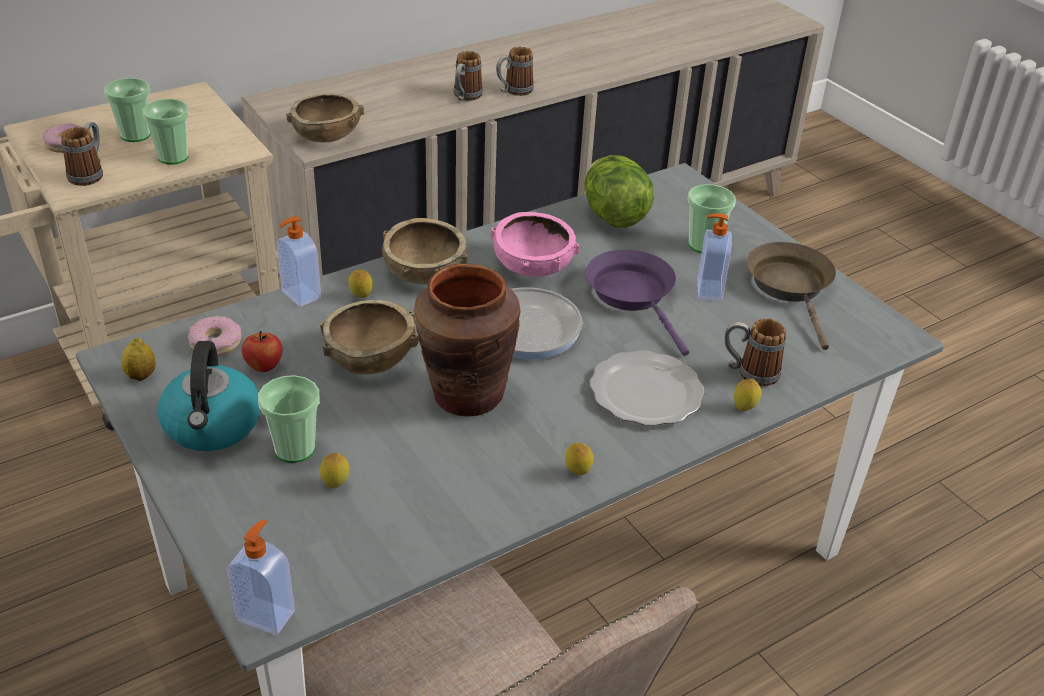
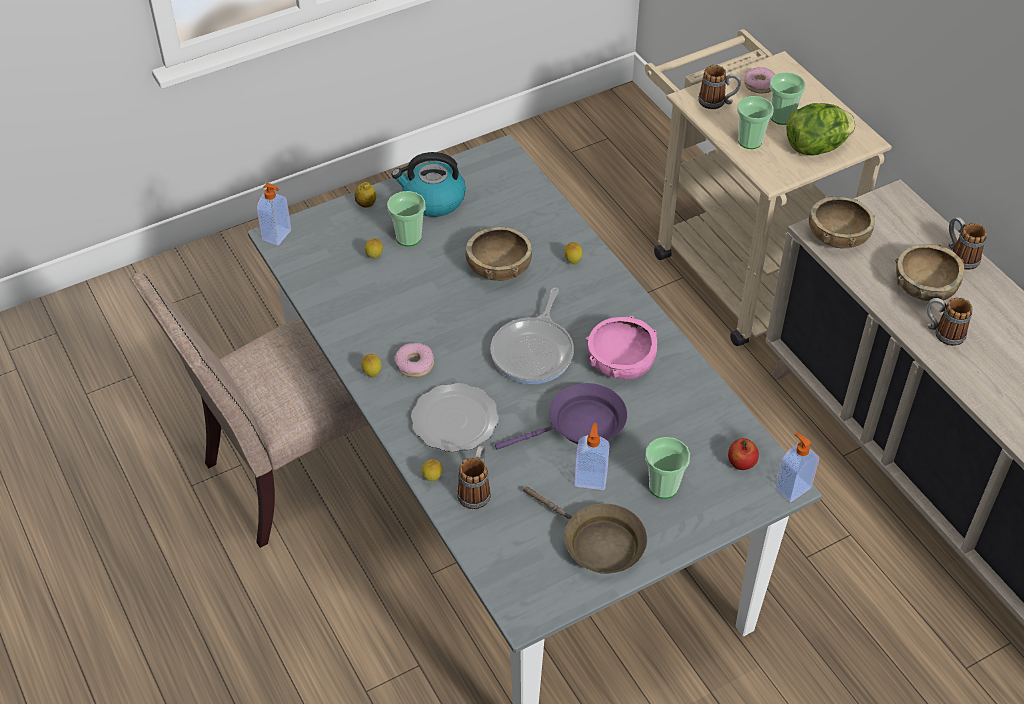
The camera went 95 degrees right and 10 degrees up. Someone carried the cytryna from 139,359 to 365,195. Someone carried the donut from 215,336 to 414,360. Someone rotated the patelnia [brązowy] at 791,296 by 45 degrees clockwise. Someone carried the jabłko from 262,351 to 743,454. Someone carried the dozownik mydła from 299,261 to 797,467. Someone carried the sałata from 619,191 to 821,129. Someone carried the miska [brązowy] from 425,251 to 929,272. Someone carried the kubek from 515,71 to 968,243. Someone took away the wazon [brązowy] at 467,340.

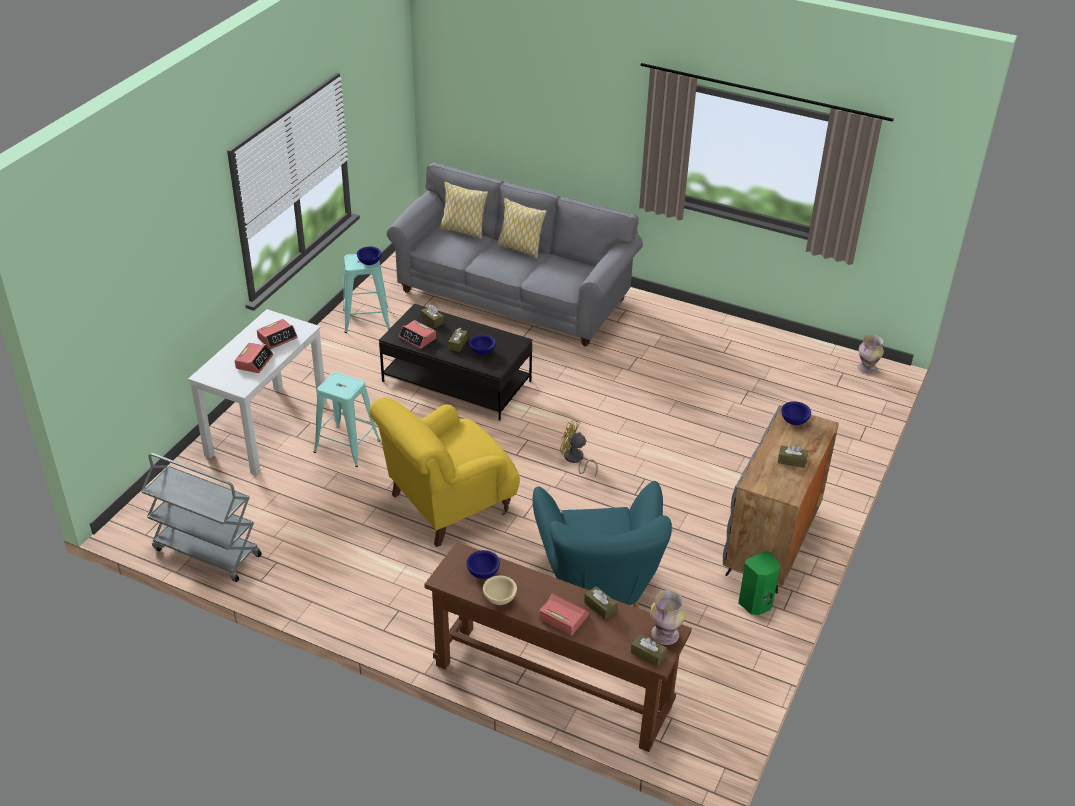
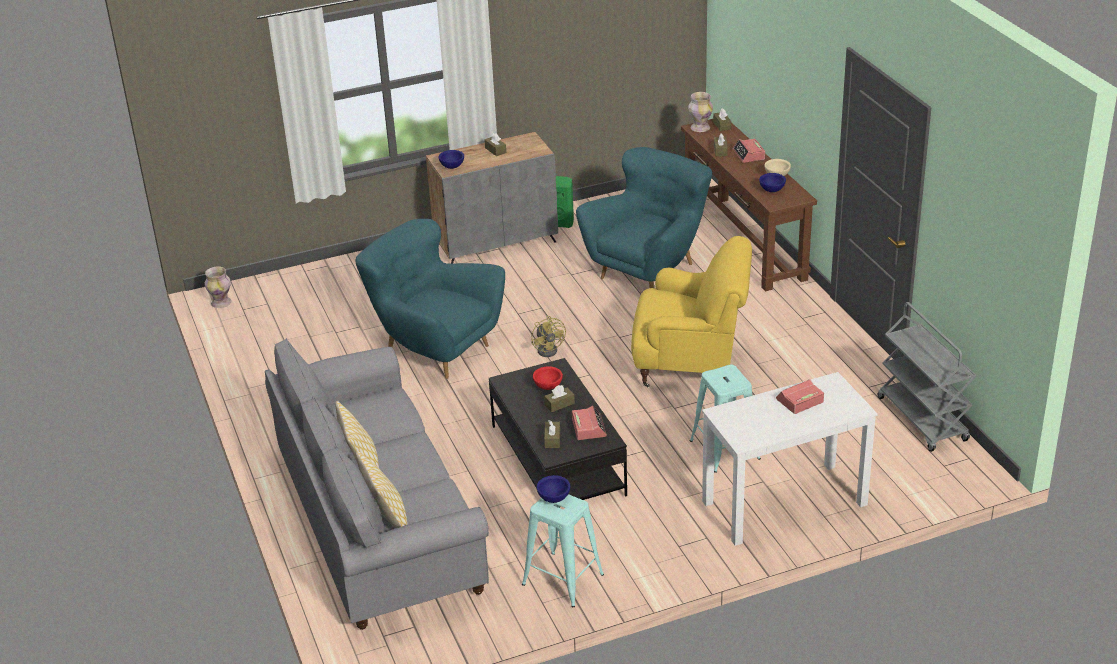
The camera went 135 degrees left and 5 degrees down. Someone put down the fotel [turkusowy] at 430,299. Someone repainted the miska [niebieski] at 482,345, which became the miska [czerwony] at 548,378. Someone took away the budzik at 277,334.

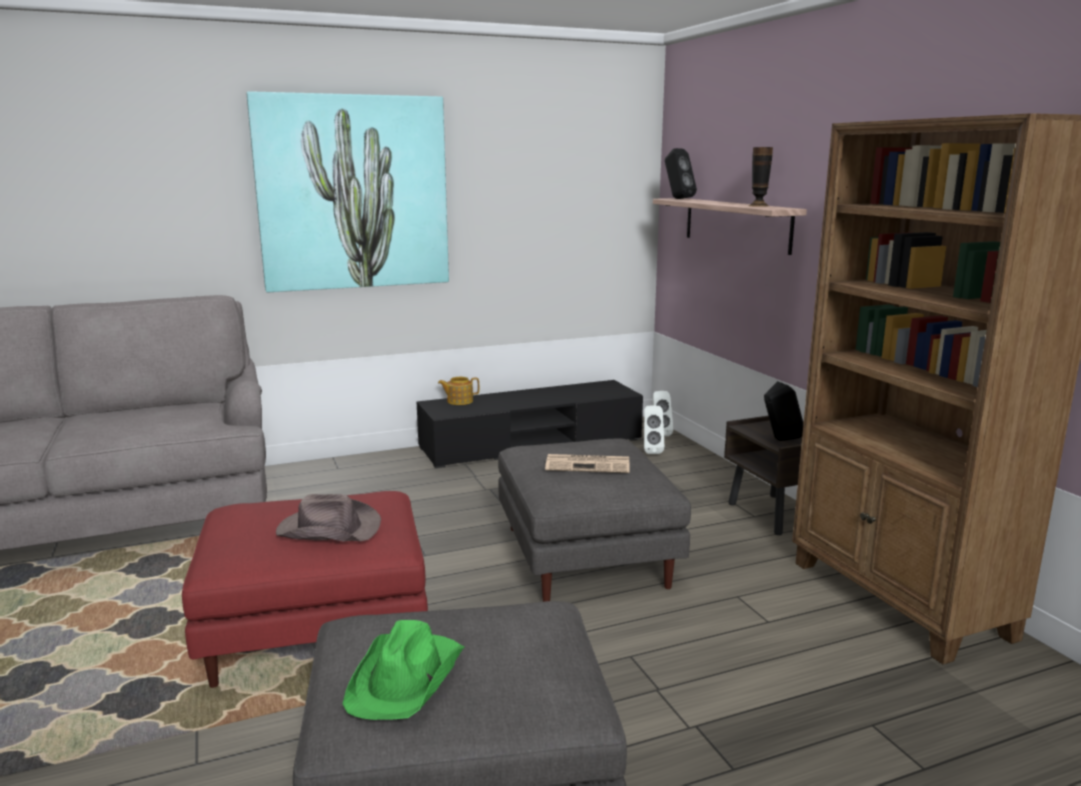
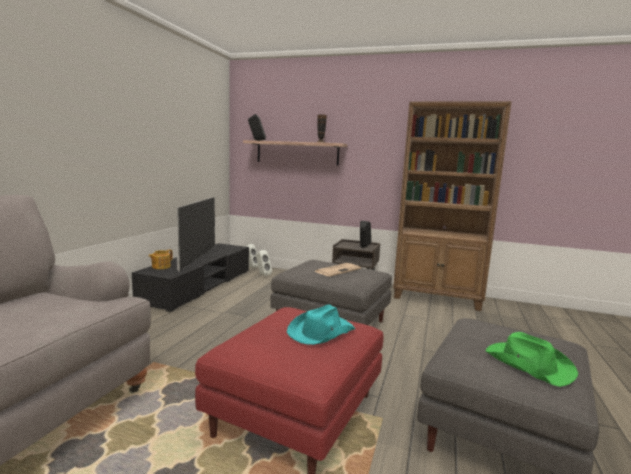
The camera went 50 degrees left and 5 degrees down. Someone put down the telewizor at 196,234. Someone repainted the kapelusz [brązowy] at 328,518, which became the kapelusz [turkusowy] at 321,324. Someone took away the obraz at 348,191.

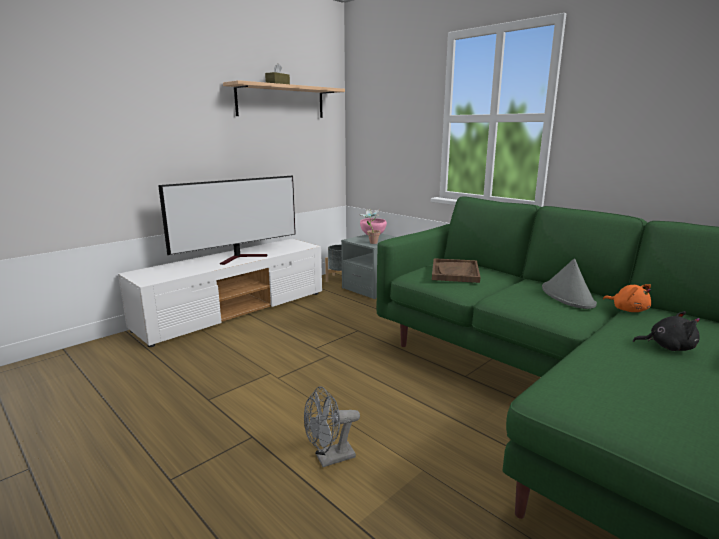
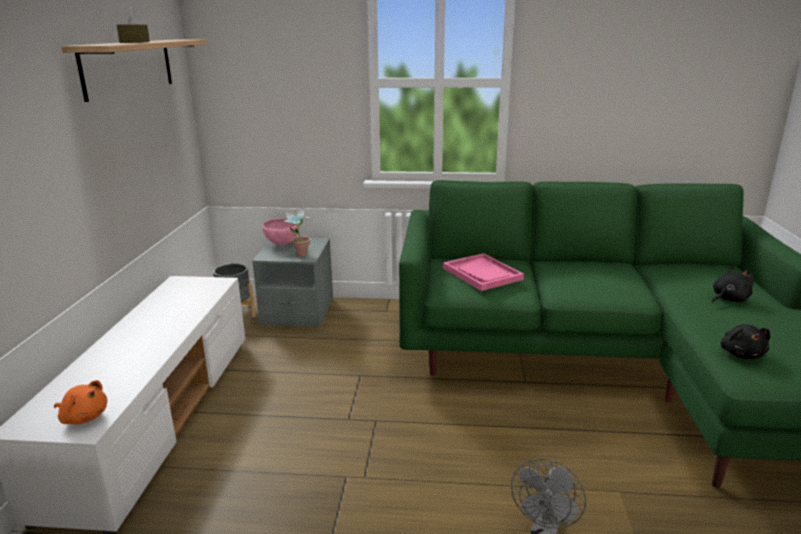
The camera went 40 degrees left and 5 degrees up. Someone carried the pluszak [pomarańczowy] from 627,298 to 80,402. Someone repainted the taca [brązowy] at 456,270, which became the taca [różowy] at 483,272. Someone put down the pluszak [czarny] at 745,341. Someone took away the telewizor at 227,220. Someone took away the kapelusz [szary] at 569,283.

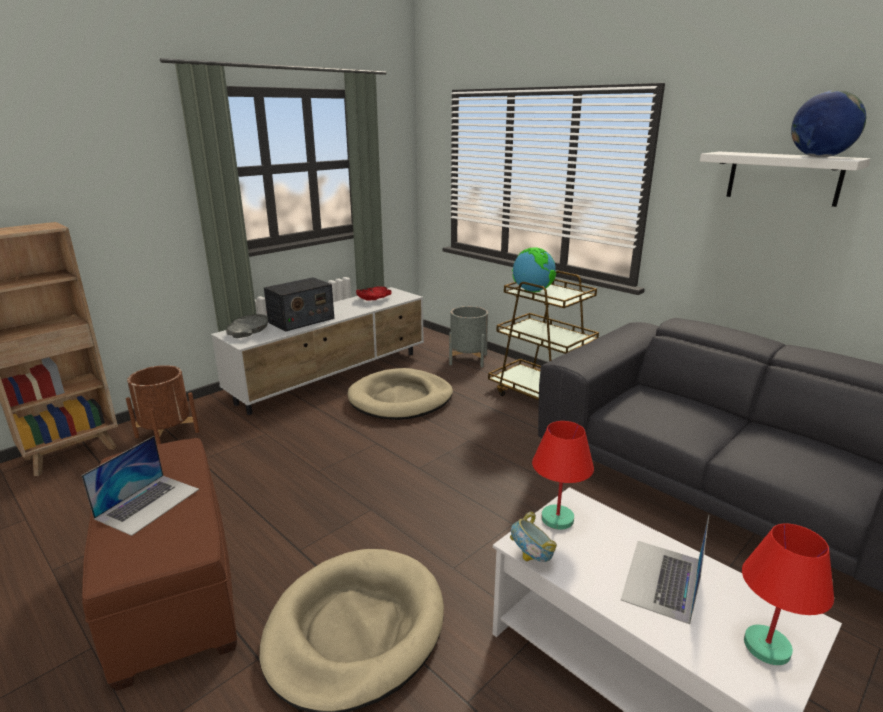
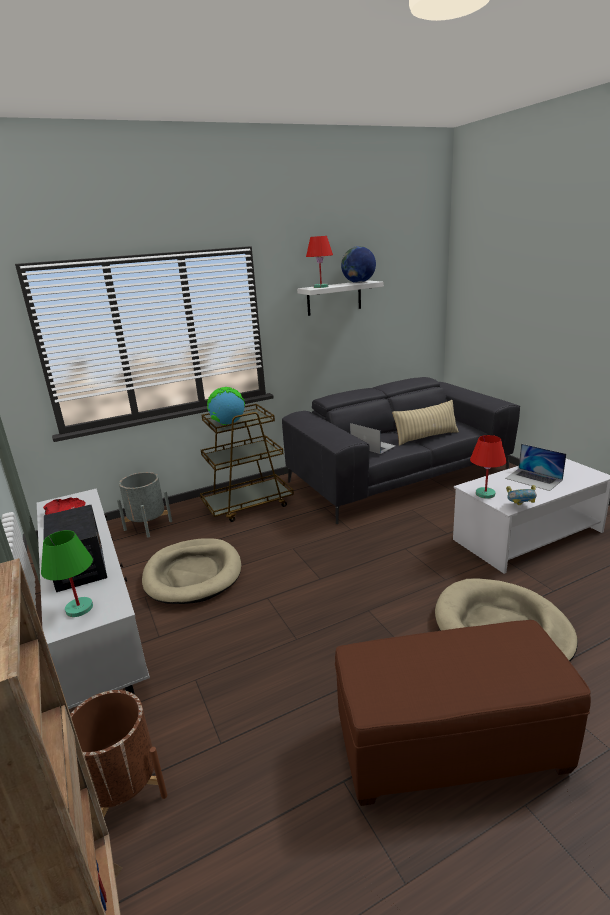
The camera went 70 degrees left and 0 degrees up. Someone swapped the miska [szary] at 247,326 for the lampa stołowa [zielony] at 67,573. Someone carried the lampa stołowa [czerwony] from 788,594 to 319,262. Someone carried the laptop from 140,486 to 373,438. Someone put down the poduszka [beżowy] at 425,423.

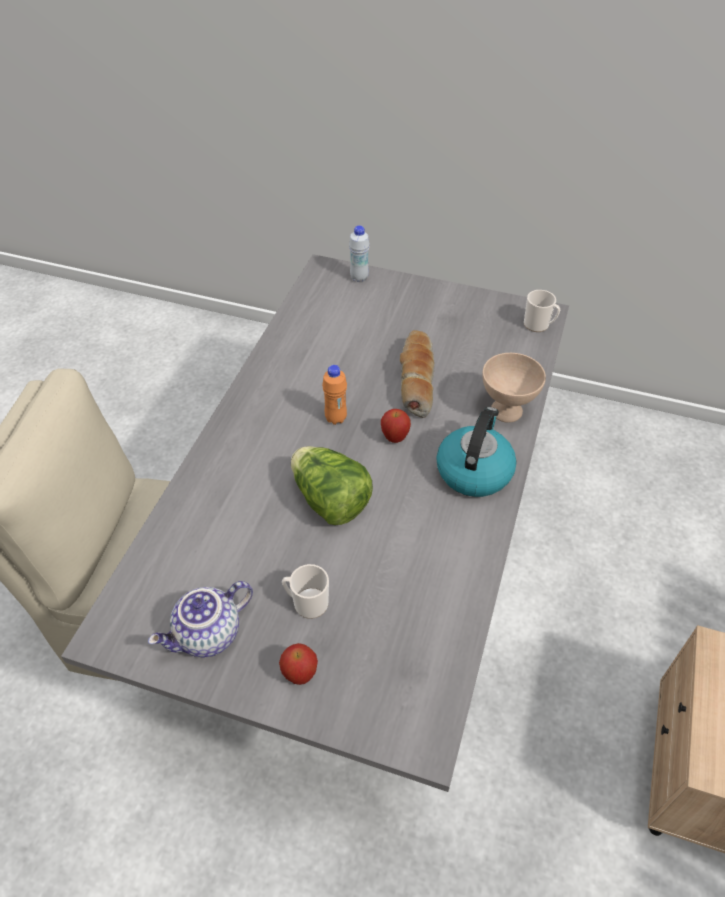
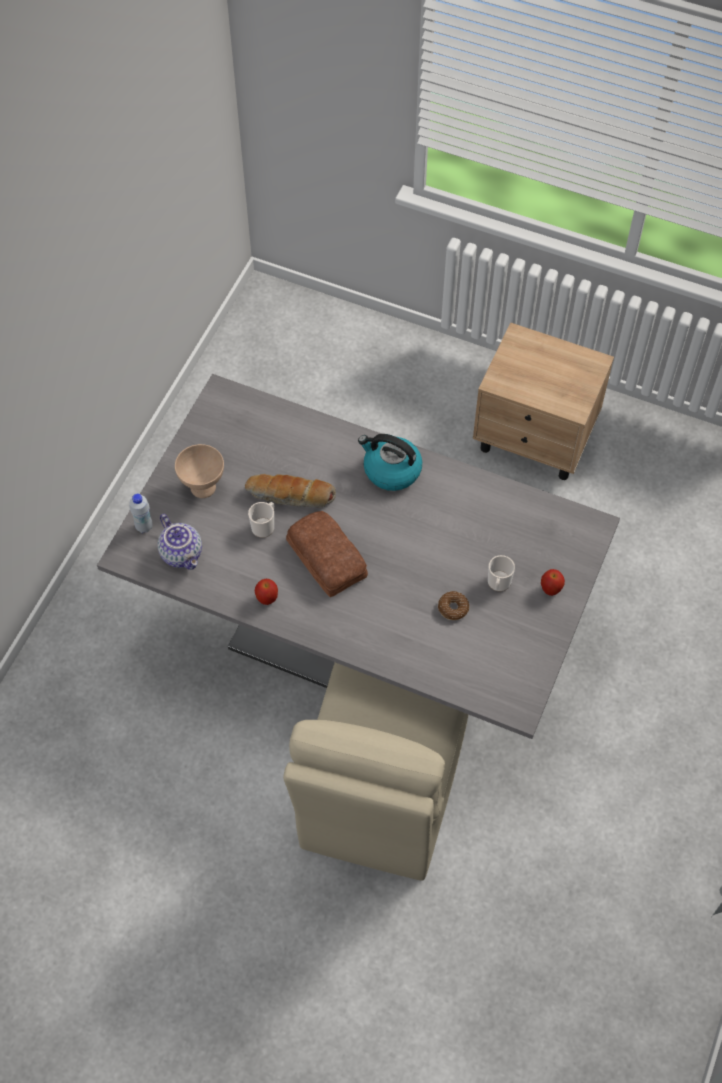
The camera went 85 degrees left and 10 degrees up. Someone carried the imbryk from 200,619 to 179,542. Someone carried the miska [beżowy] from 514,388 to 199,471. Someone carried the kubek from 542,311 to 261,520. Someone carried the jabłko from 396,426 to 266,592. Someone swapped the butelka [pomarańczowy] at 334,395 for the chleb at 327,554. Someone put down the donut at 453,605. Someone took away the sałata at 332,485.

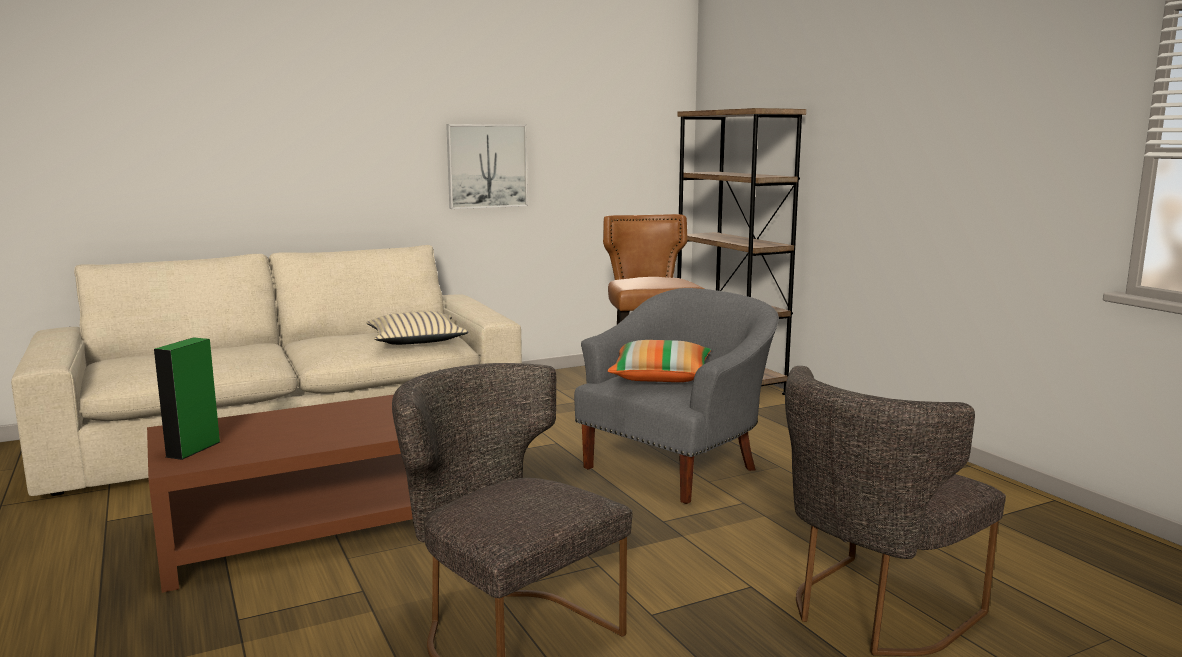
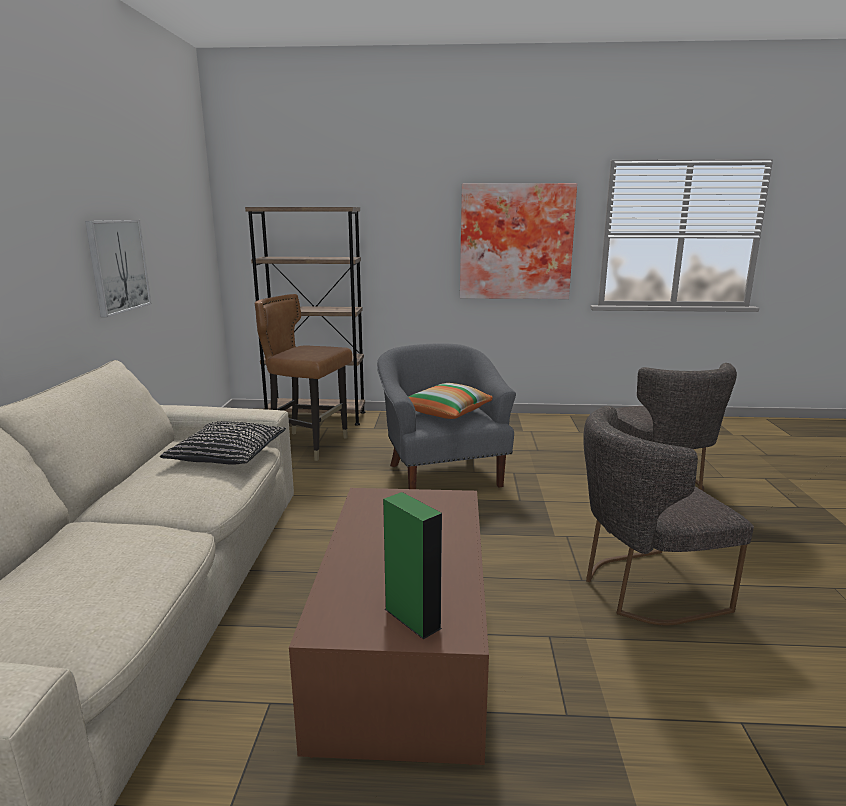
The camera went 60 degrees left and 5 degrees up. Someone repainted the poduszka [beżowy] at 418,328, which became the poduszka [czarny] at 223,443. Someone put up the obraz at 518,241.

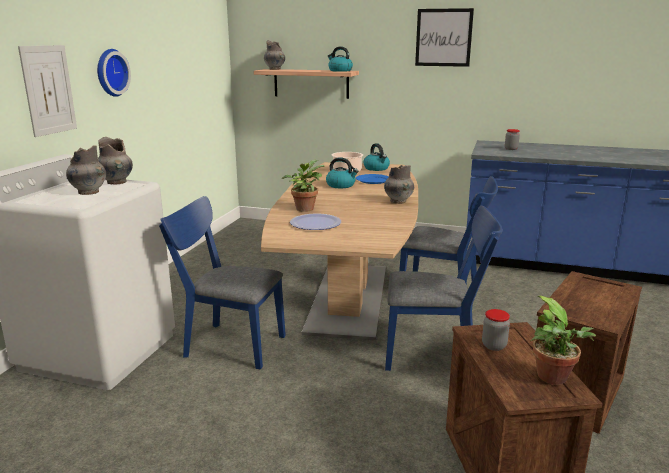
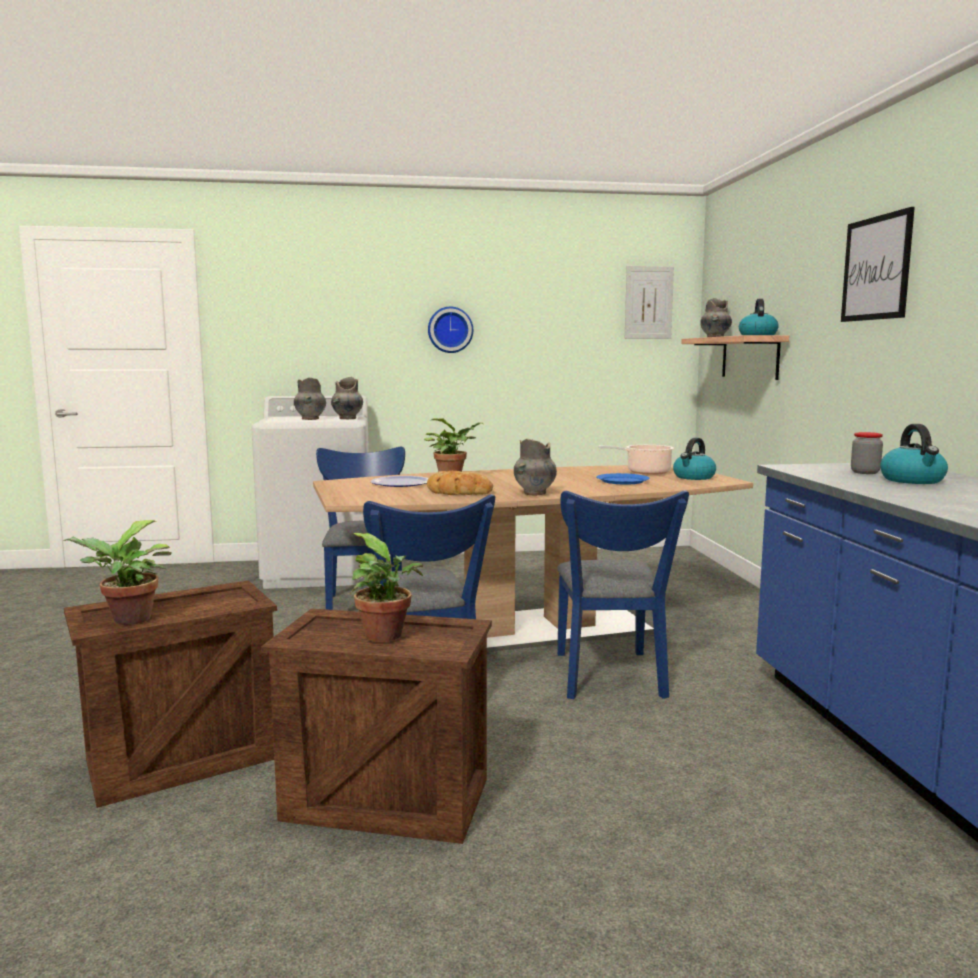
The camera went 65 degrees right and 10 degrees down. Someone put down the roślina doniczkowa at 387,587. Someone put down the chleb at 460,483. Someone carried the obraz from 47,91 to 649,302. Someone carried the czajnik from 342,172 to 914,454. Someone took away the słoik at 496,330.

